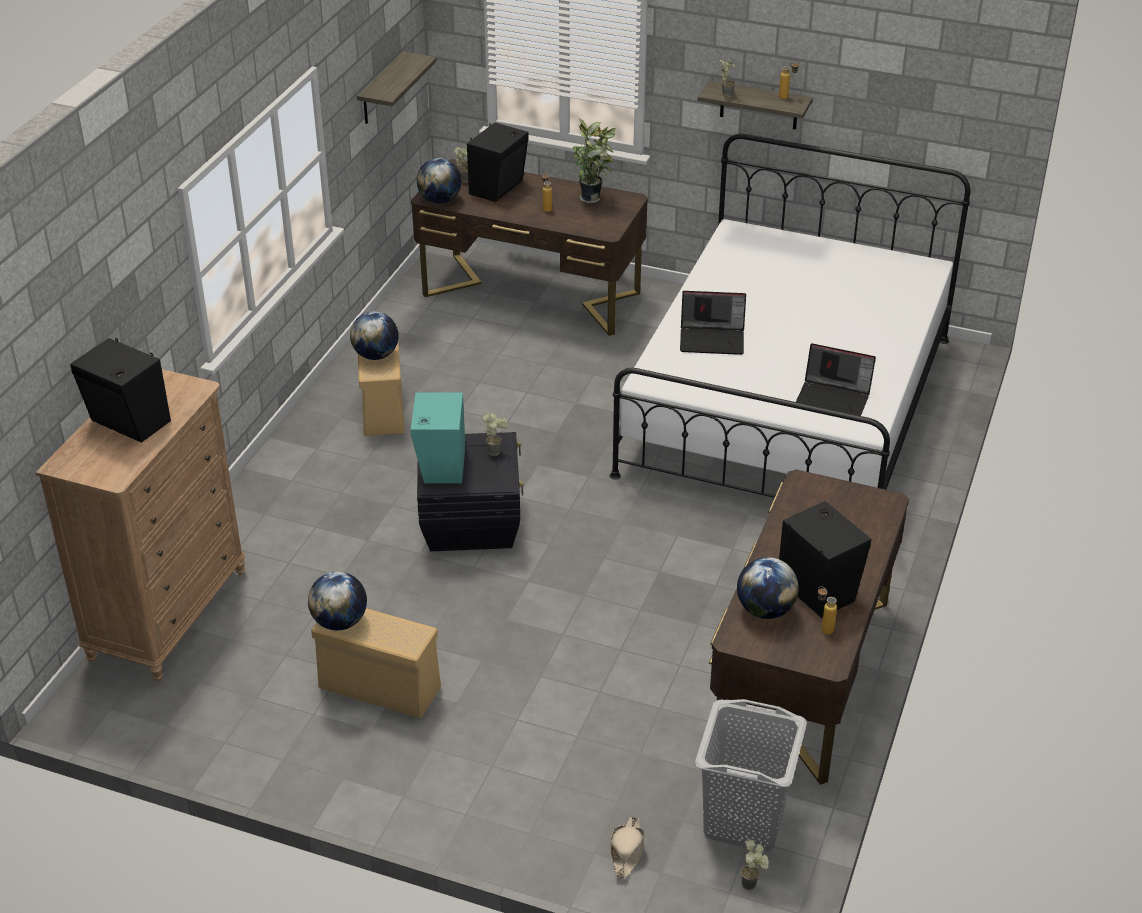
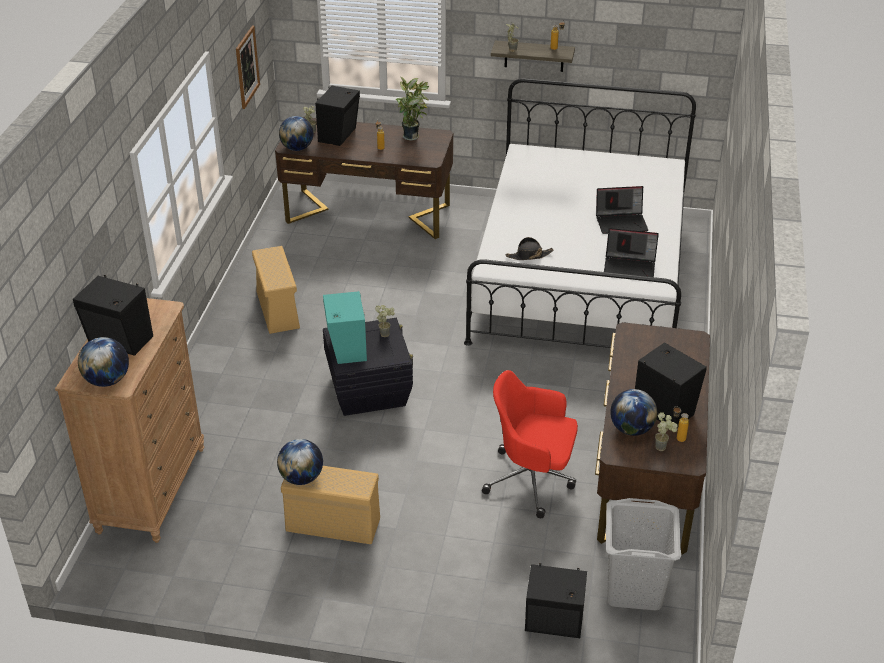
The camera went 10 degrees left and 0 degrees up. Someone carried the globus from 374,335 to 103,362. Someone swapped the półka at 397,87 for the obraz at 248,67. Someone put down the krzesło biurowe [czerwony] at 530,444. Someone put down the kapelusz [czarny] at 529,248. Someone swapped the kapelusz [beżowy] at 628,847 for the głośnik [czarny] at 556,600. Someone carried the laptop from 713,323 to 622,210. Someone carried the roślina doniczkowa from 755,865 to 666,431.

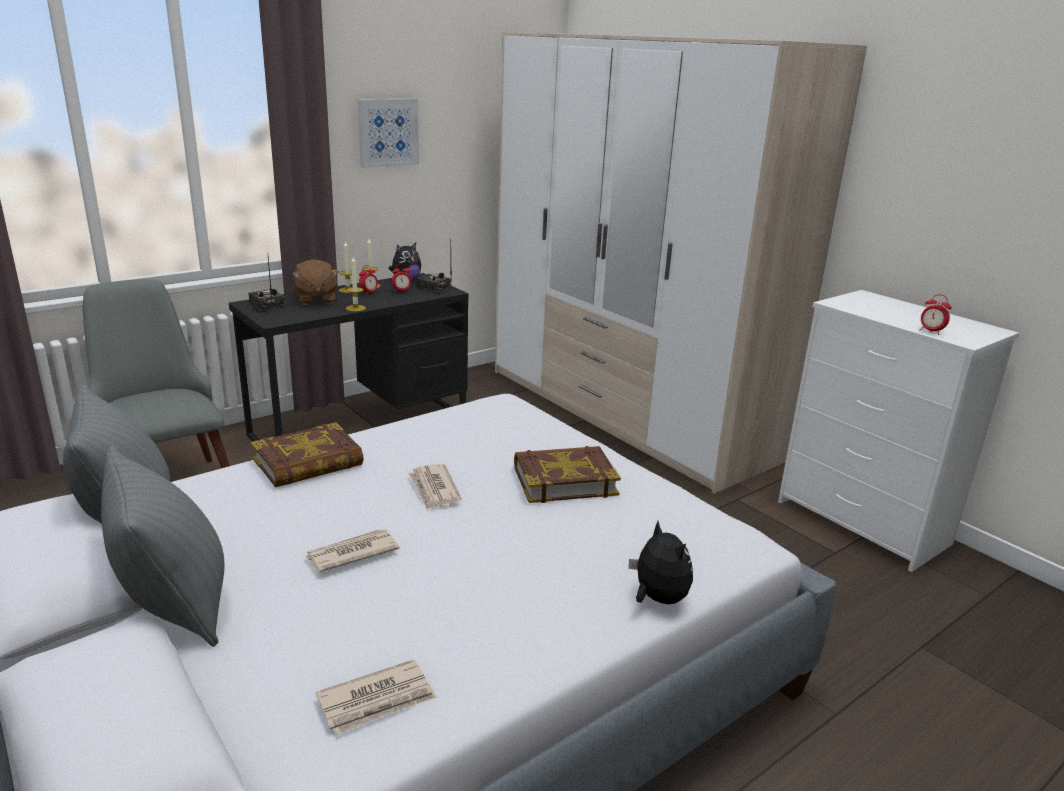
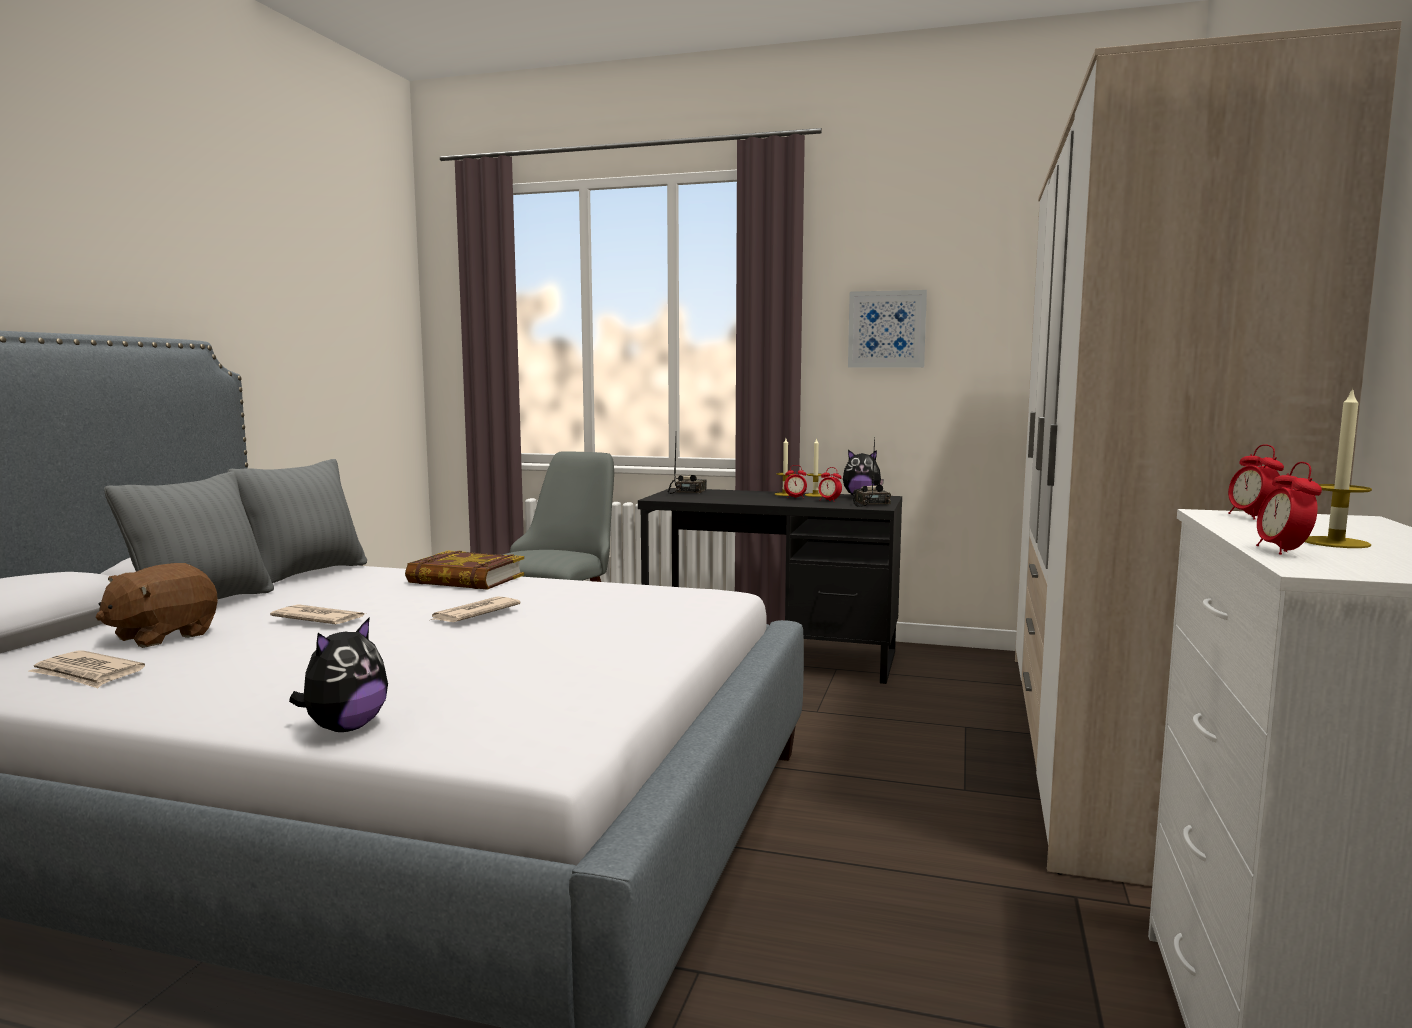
The camera went 55 degrees right and 15 degrees down. Someone carried the pluszak [brązowy] from 315,282 to 157,605. Someone put down the budzik at 1256,482. Someone carried the świeca from 356,284 to 1338,467. Someone took away the książka at 567,474.

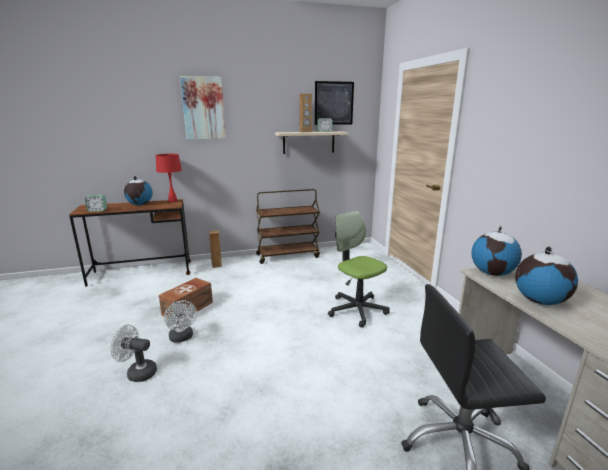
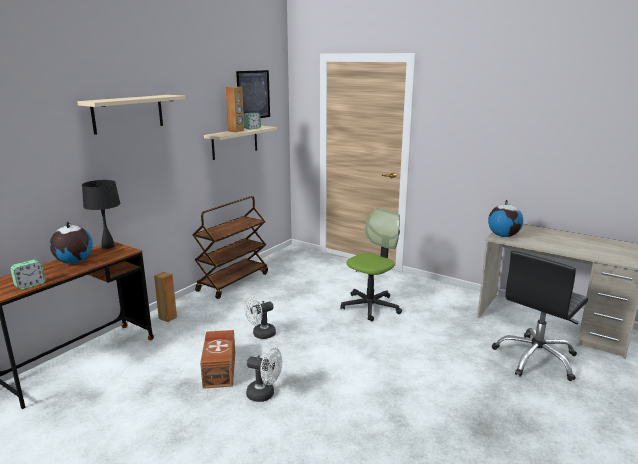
The camera went 40 degrees left and 0 degrees up. Someone swapped the obraz at 203,108 for the półka [beżowy] at 131,115. Someone repainted the lampa stołowa [czerwony] at 169,178, which became the lampa stołowa [czarny] at 101,214. Someone carried the wentylator [biały] from 133,353 to 260,317. Someone rotated the krzesło biurowe at 359,269 by 120 degrees clockwise. Someone took away the globus at 546,276.

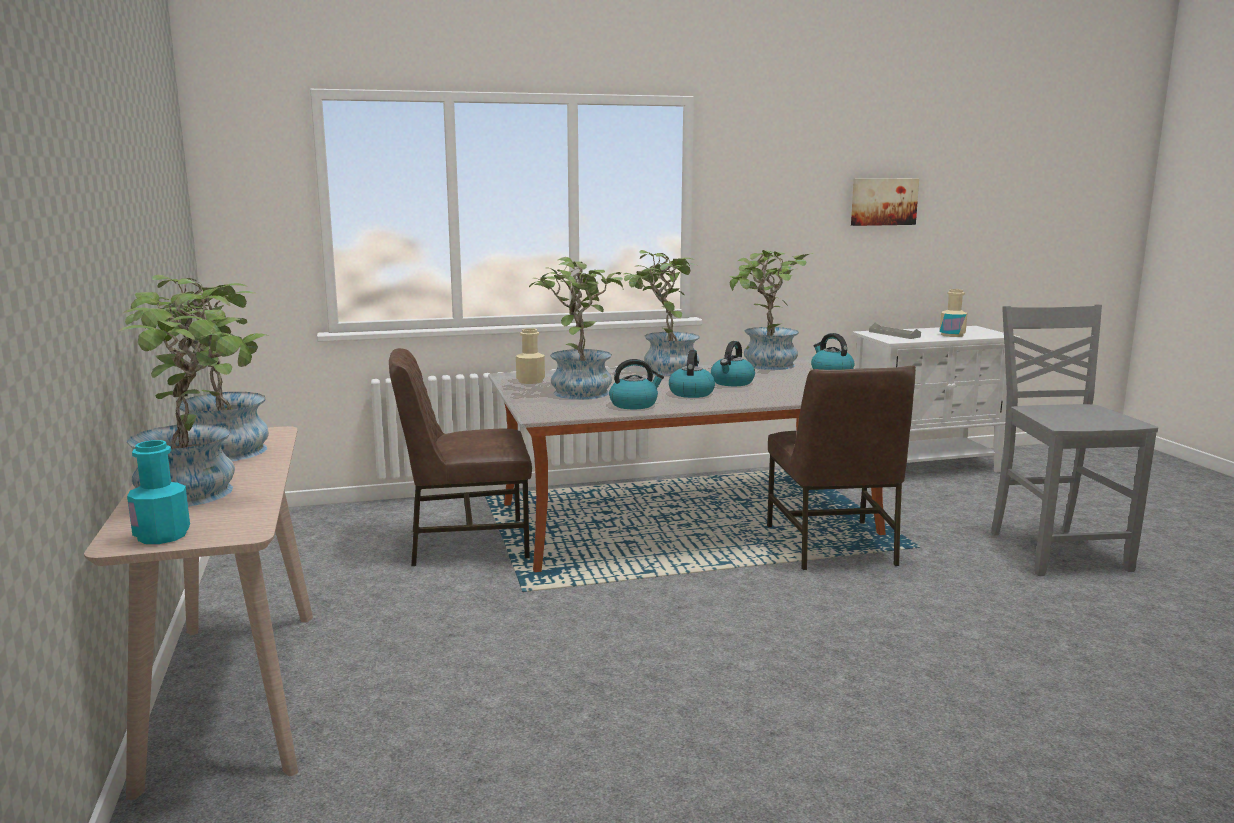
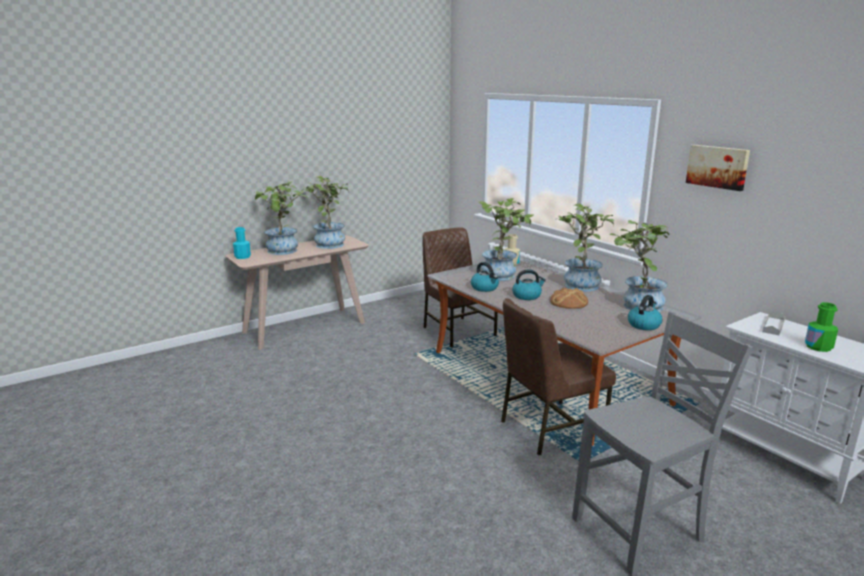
The camera went 70 degrees right and 5 degrees up. Someone swapped the czajnik at 733,363 for the chleb at 569,298. Someone carried the obraz from 885,202 to 718,168. Someone repainted the butelka [beżowy] at 953,313, which became the butelka [zielony] at 821,327.

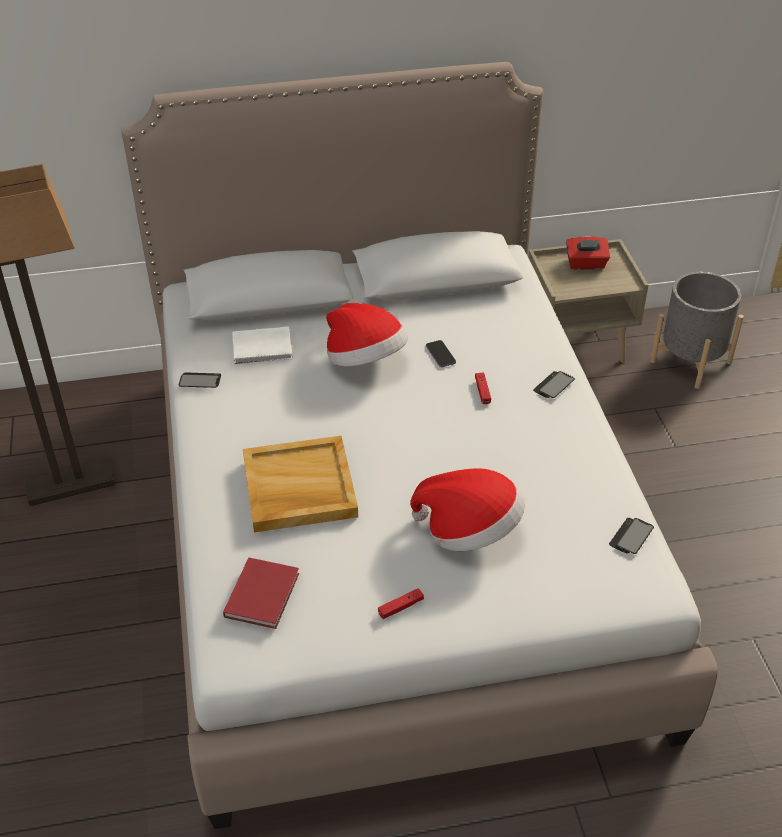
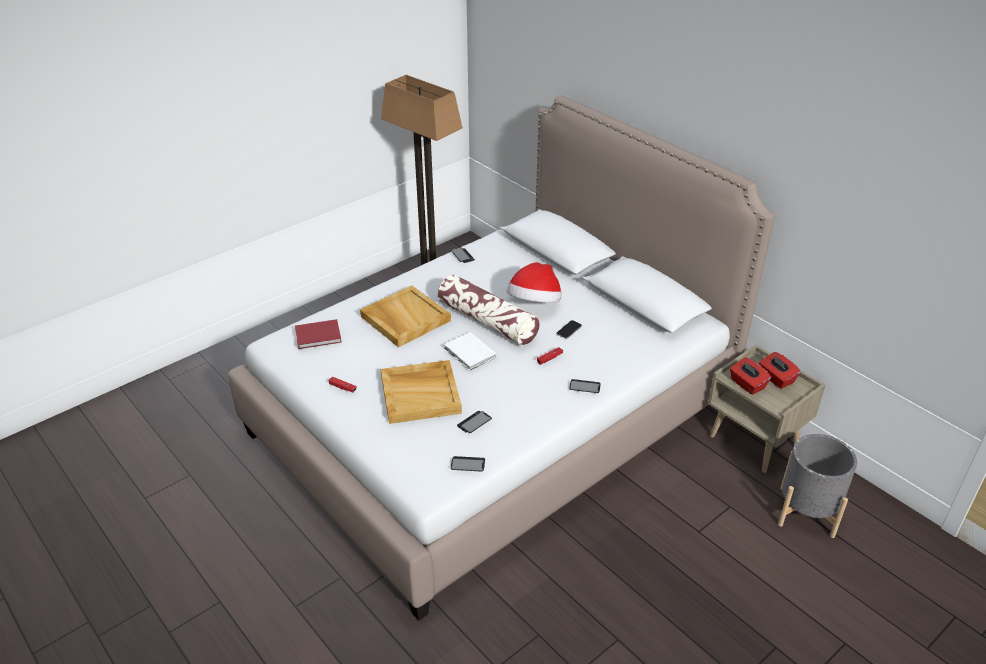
The camera went 60 degrees right and 5 degrees down. Someone swapped the kapelusz at 467,509 for the taca [beżowy] at 421,392. Someone put down the poduszka at 489,310. Someone carried the książka [biały] from 262,345 to 470,351. Someone put down the telefon at 474,422. Someone put down the pudełko chusteczek [czerwony] at 750,376.

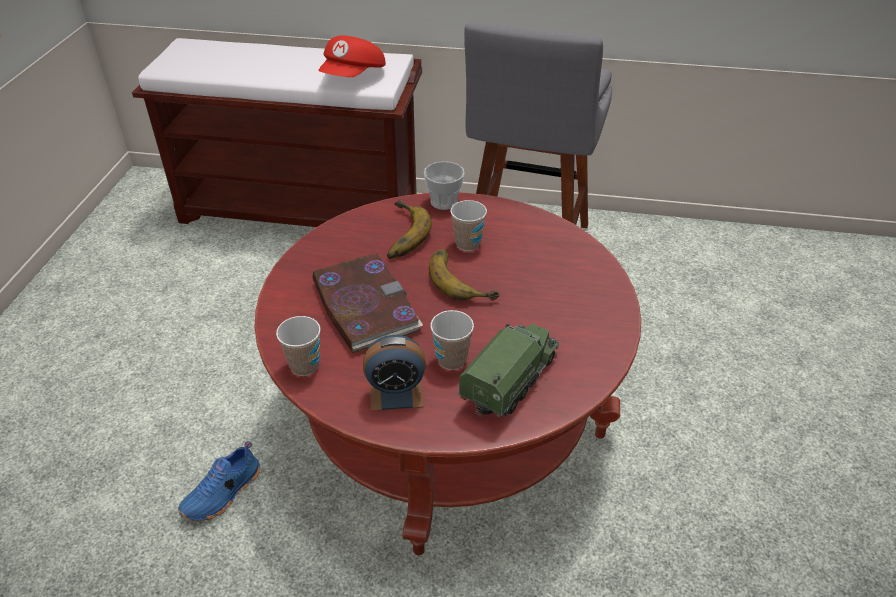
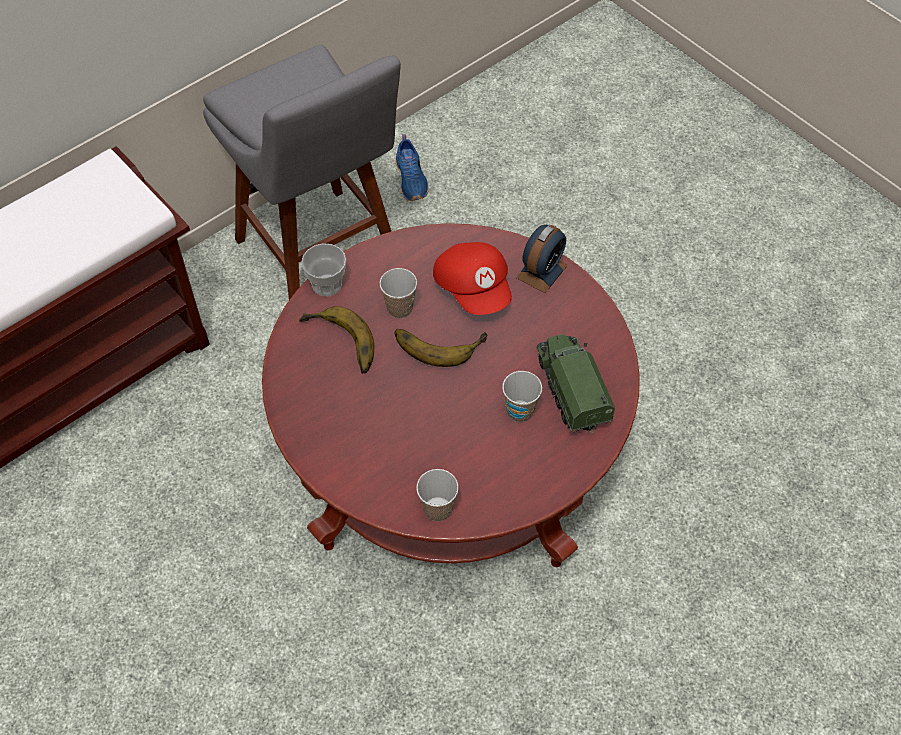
The camera went 50 degrees left and 15 degrees up. Someone carried the but [niebieski] from 219,481 to 411,167. Someone carried the czapka z daszkiem [czerwony] from 352,56 to 472,278. Someone carried the budzik from 394,373 to 542,259. Someone took away the książka at 367,303.

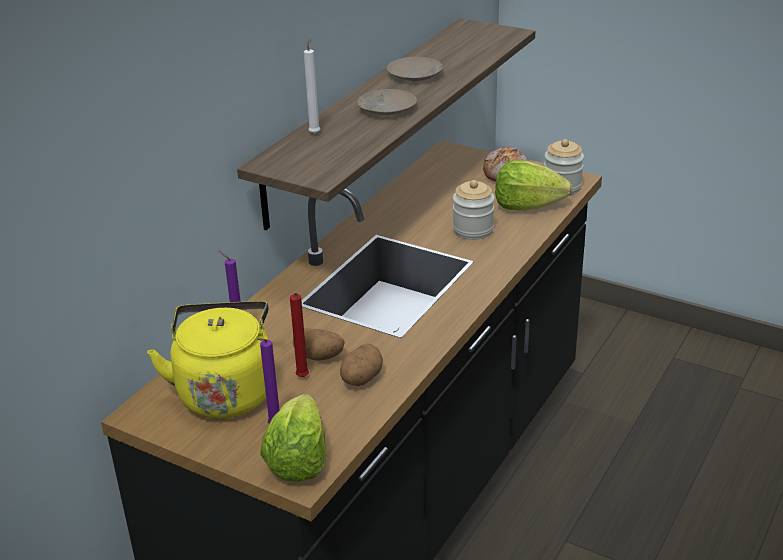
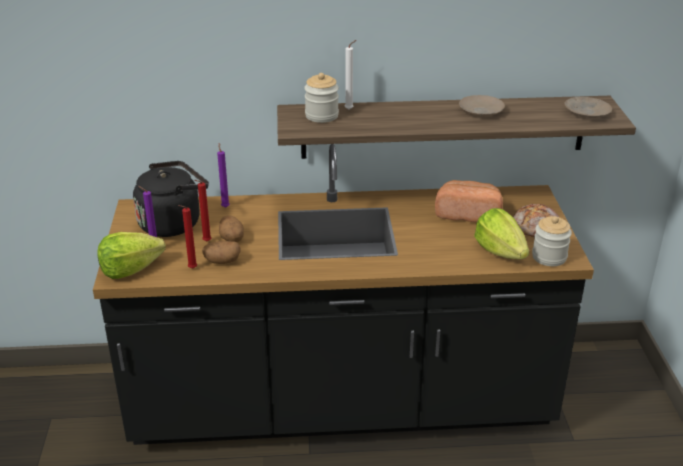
The camera went 55 degrees right and 0 degrees up. Someone repainted the czajnik [żółty] at 208,359, which became the czajnik [czarny] at 171,199. Someone put down the świeca [czerwony] at 187,236. Someone carried the słoik from 474,210 to 321,98. Someone put down the chleb at 469,201. Someone carried the talerz [beżowy] from 387,102 to 588,107.

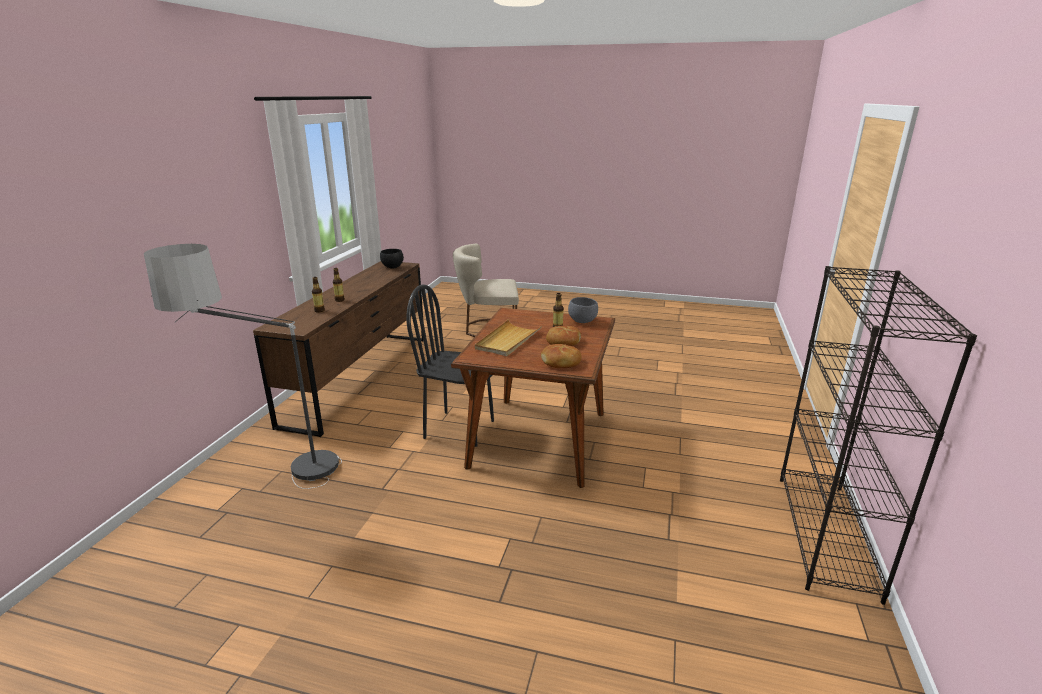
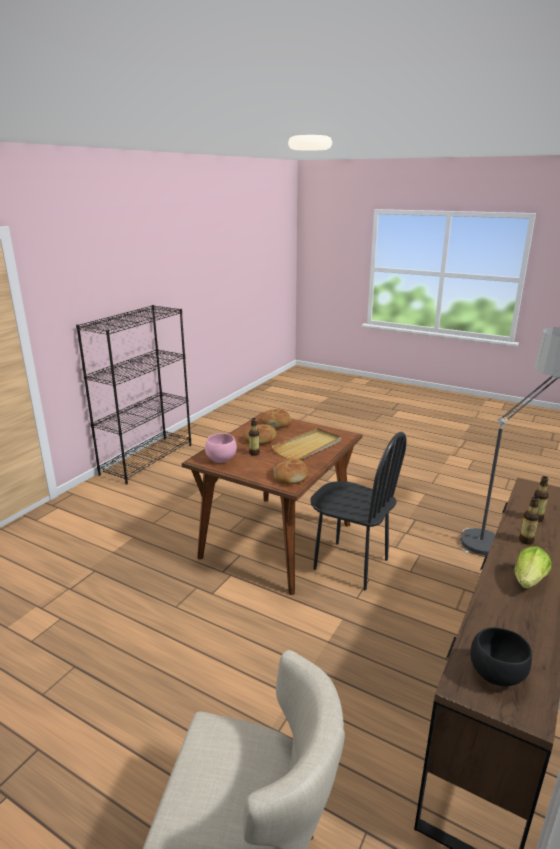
The camera went 165 degrees left and 0 degrees up. Someone repainted the miska [szary] at 583,310, which became the miska [różowy] at 221,448. Someone put down the chleb at 290,471. Someone put down the sałata at 533,567.

